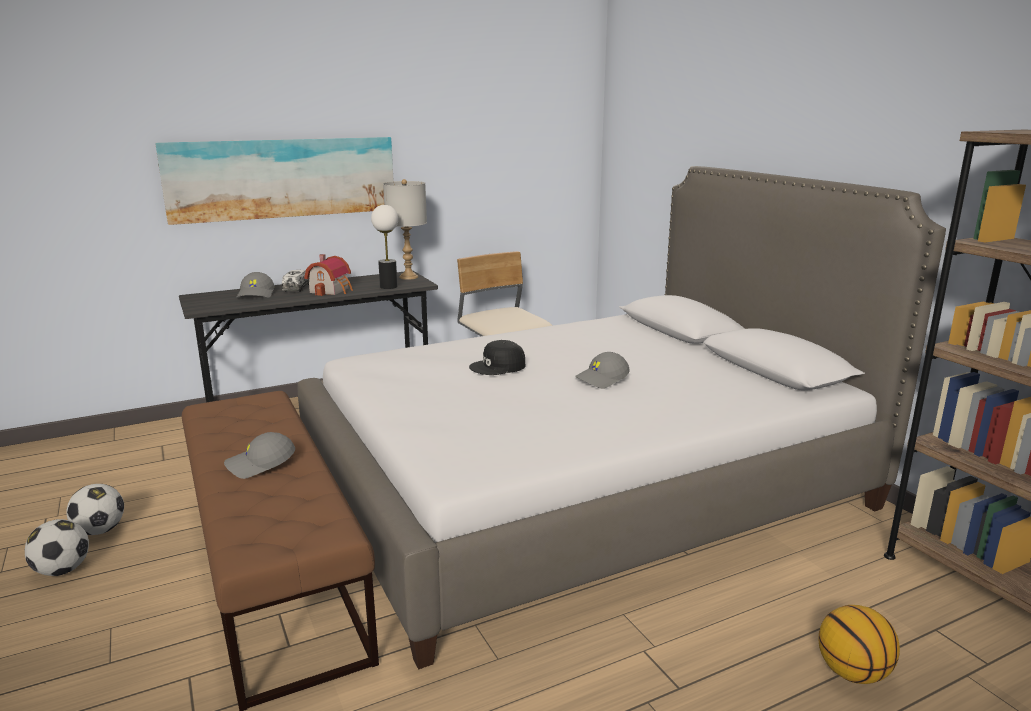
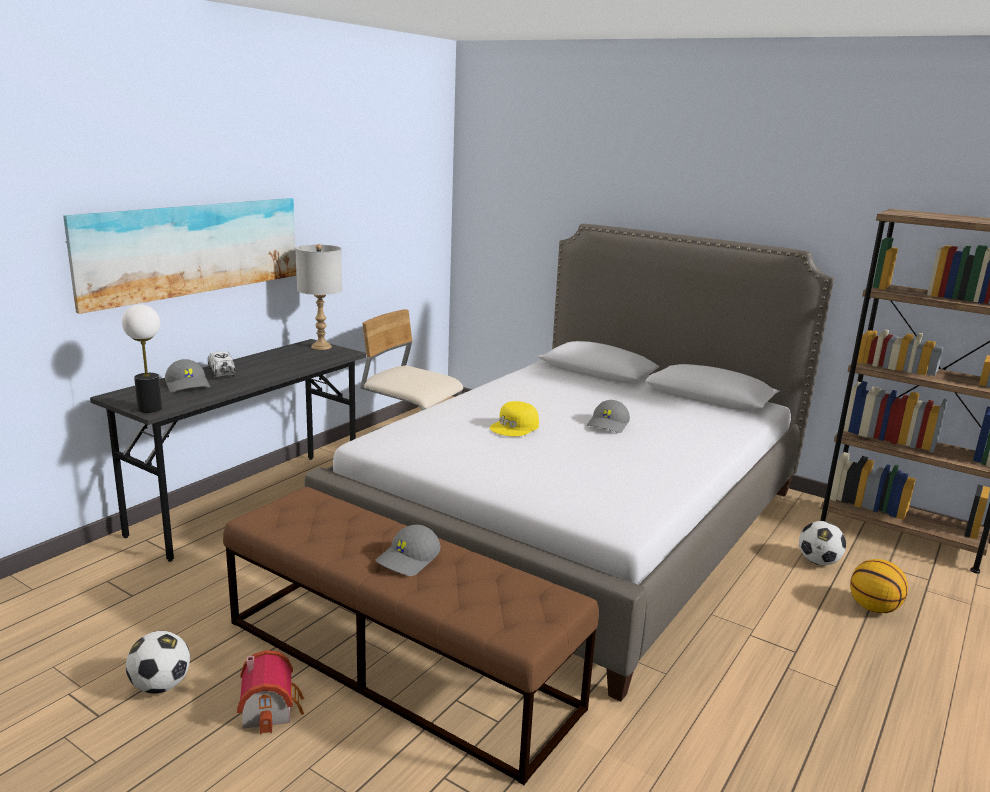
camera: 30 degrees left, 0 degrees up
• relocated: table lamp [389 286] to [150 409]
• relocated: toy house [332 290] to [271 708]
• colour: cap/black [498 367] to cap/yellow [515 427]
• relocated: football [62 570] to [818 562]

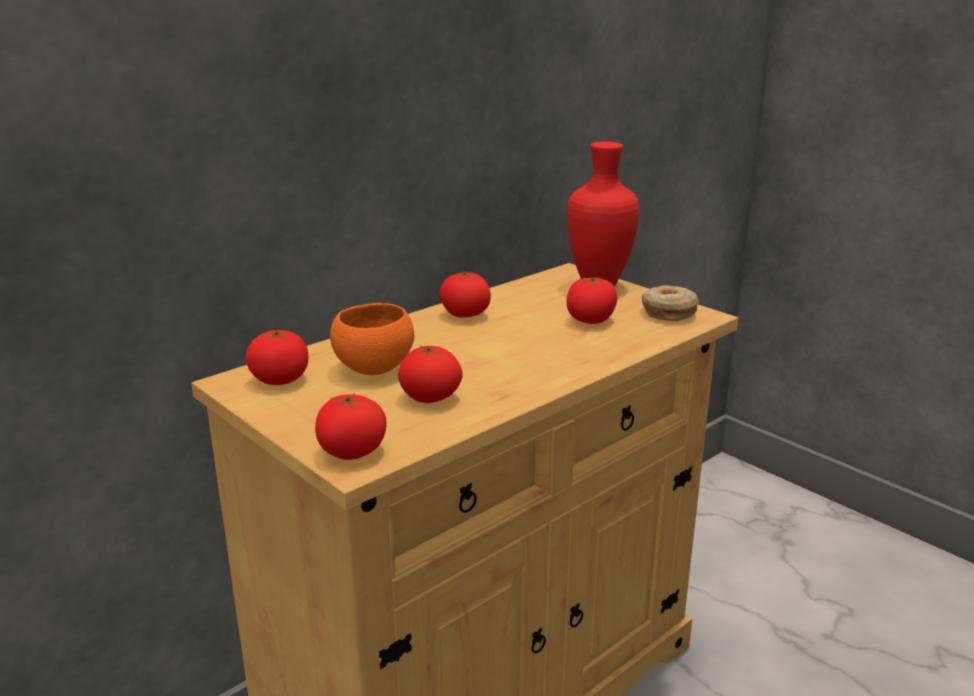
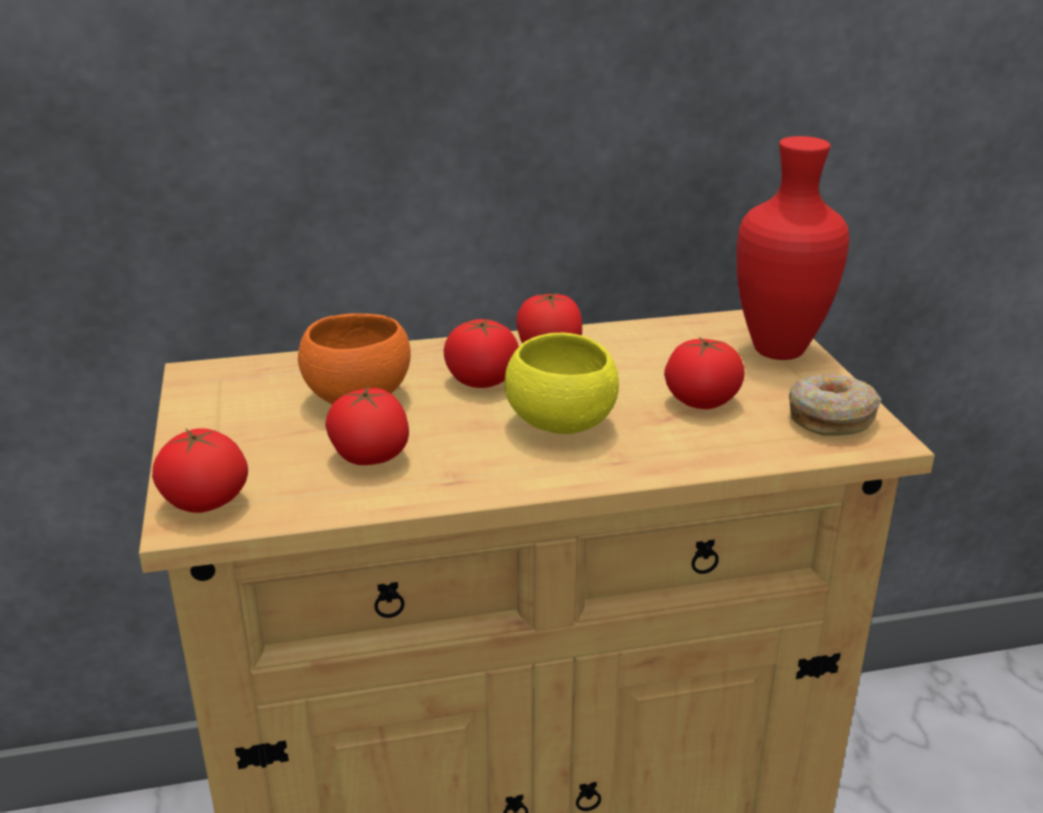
camera: 30 degrees right, 5 degrees up
• relocated: tomato [280 380] to [481 380]
• appeared: bowl/yellow [560 424]

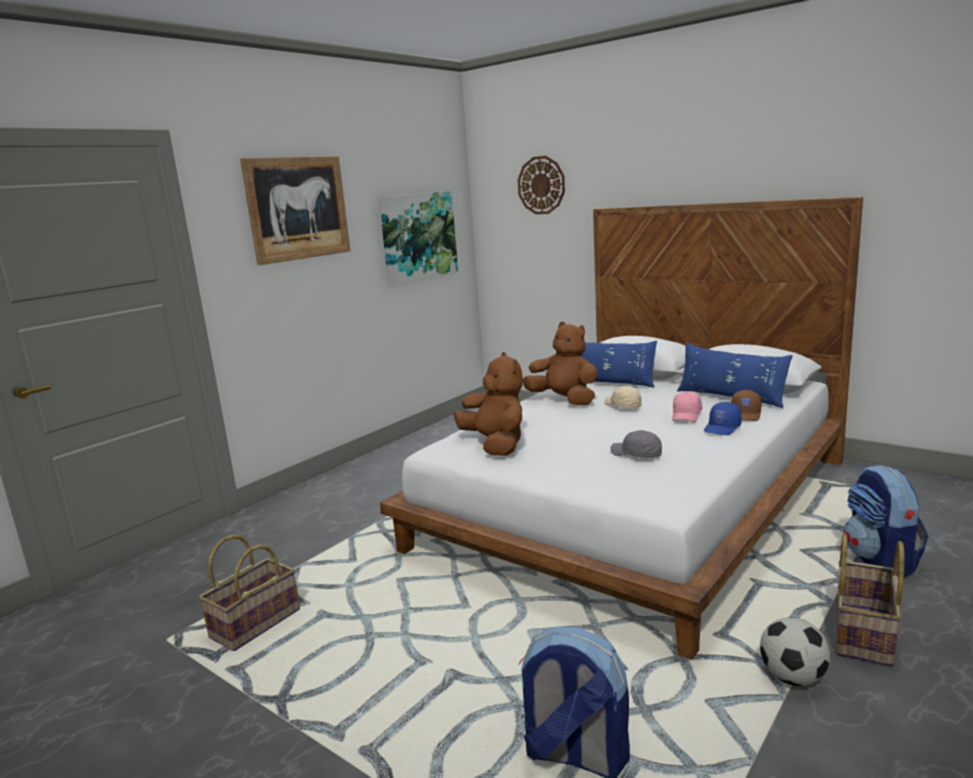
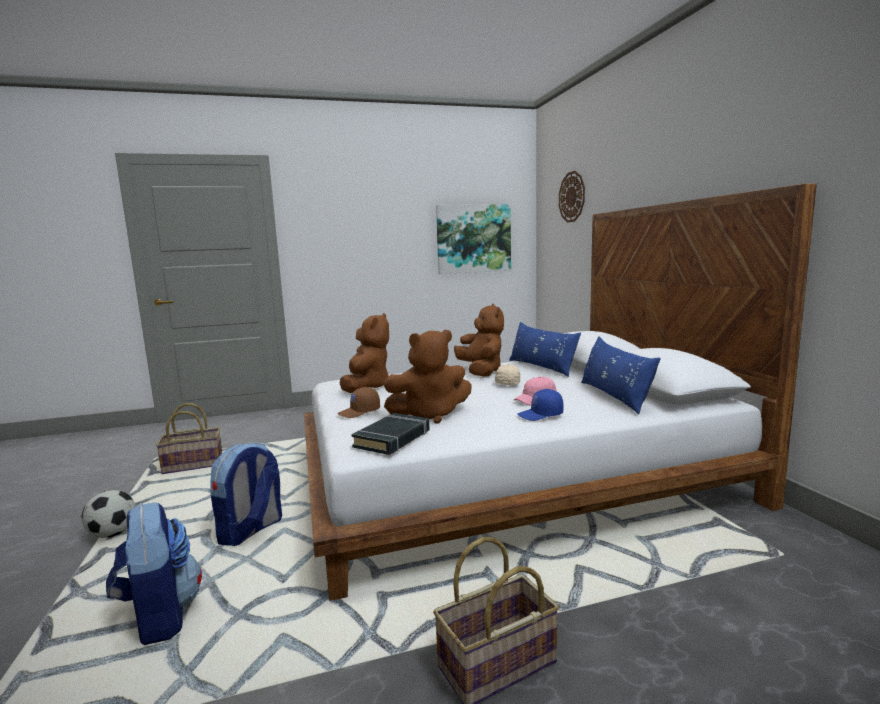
camera: 35 degrees right, 5 degrees down
• relocated: football [792 677] to [113 534]
• relocated: backpack [880 561] to [251 531]
• relocated: cap/brown [746 415] to [359 412]
• appeared: book/black [393 439]
• exchanged: cap/grey [636 455] to plush toy/brown [429 415]
• missing: picture [298 208]

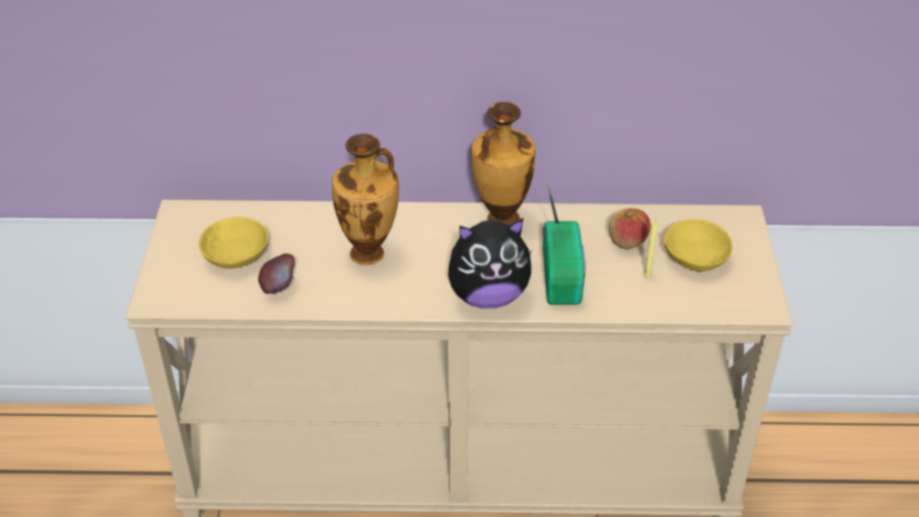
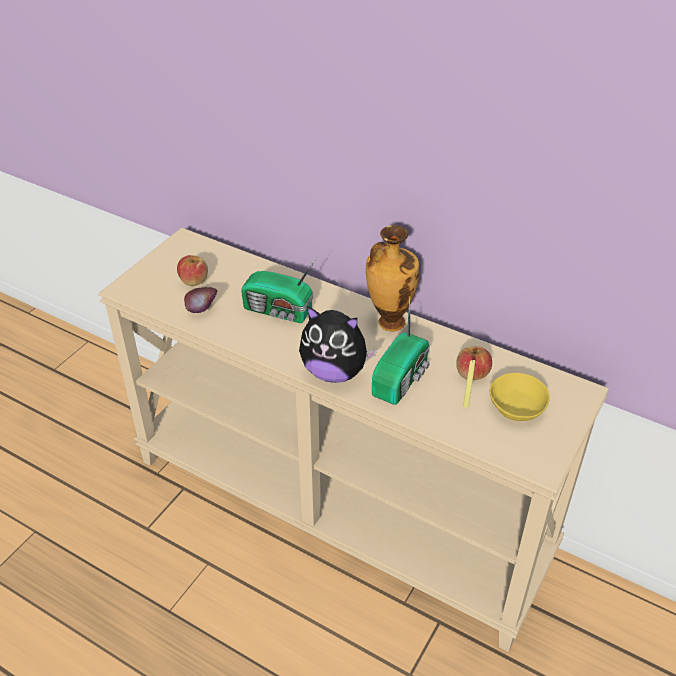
camera: 30 degrees right, 0 degrees up
• exchanged: bowl/yellow [236 256] to apple [194 280]
• exchanged: vase [370 254] to radio [279 311]

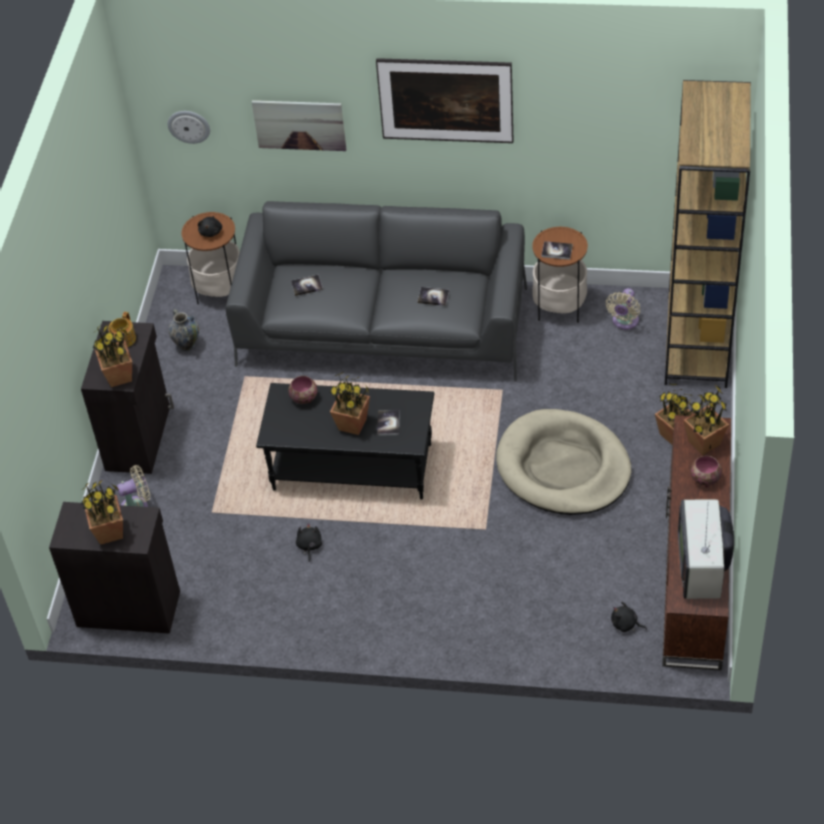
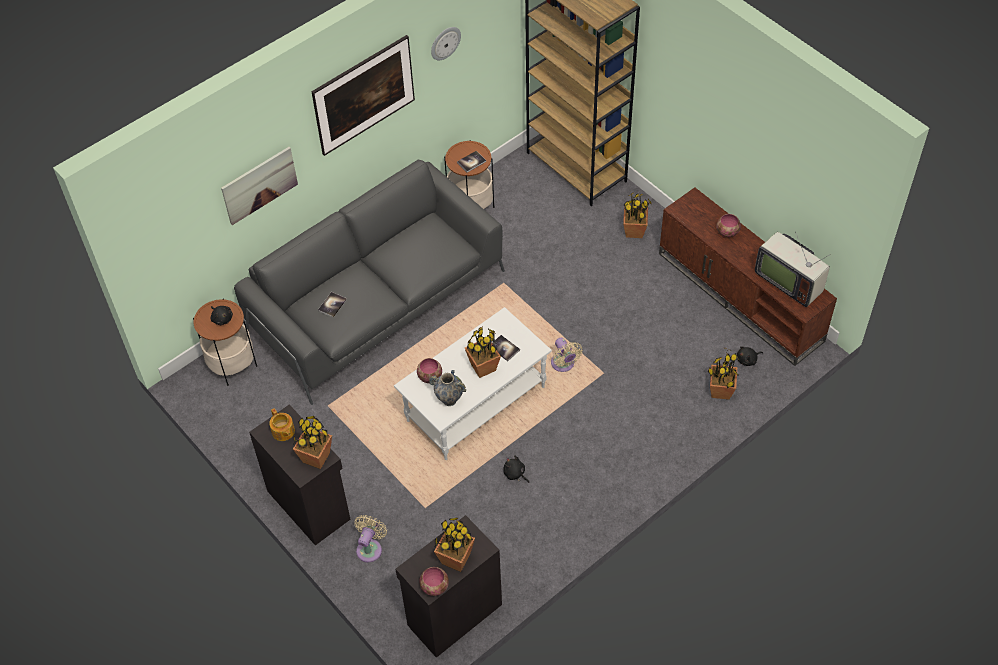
camera: 50 degrees left, 5 degrees up
• colour: coffee table/black [353 466] to coffee table/white [475 403]
• appeared: bowl [435 586]
• relocated: vase [187 345] to [449 400]
• relocated: wall clock [189 126] to [445 42]
• relocated: fan/beige [624 322] to [563 365]
• relocated: potted plant [703 443] to [720 391]
• missing: book [433 297]
• missing: dog bed/beige [563 467]

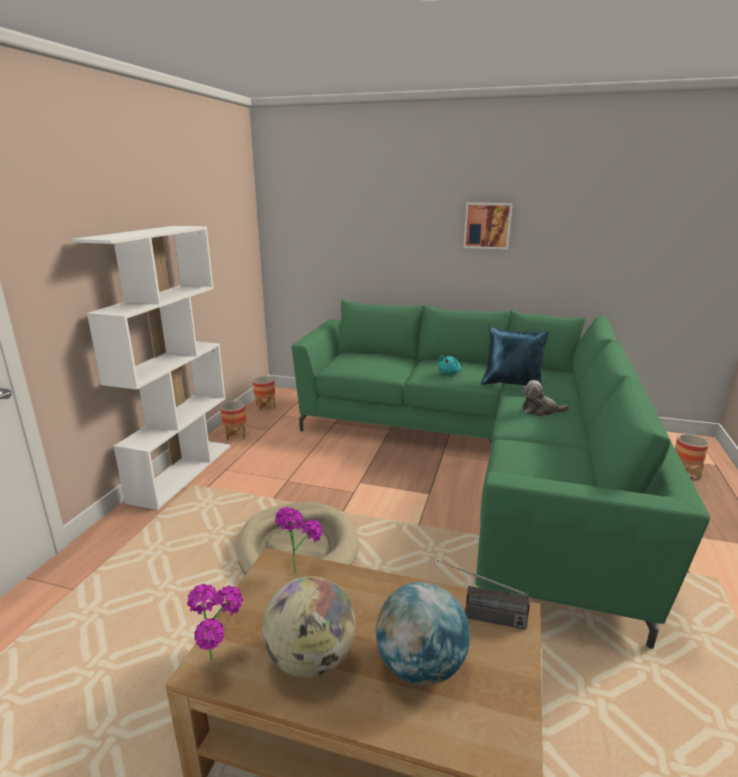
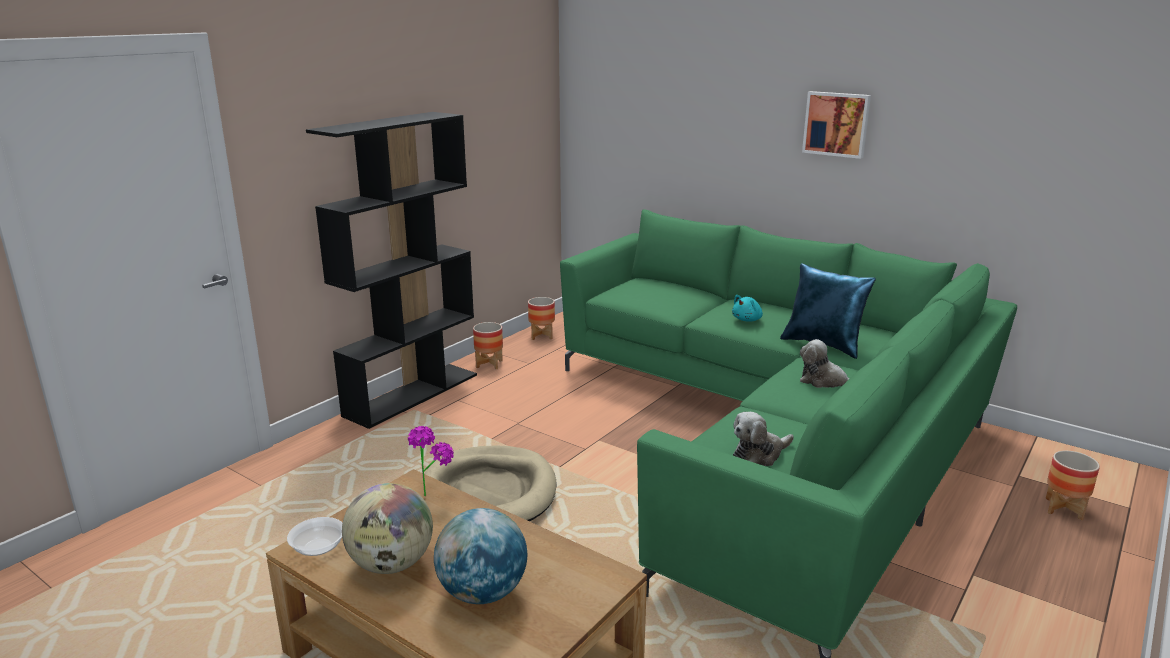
camera: 20 degrees right, 0 degrees up
• exchanged: potted plant [222 661] to bowl [318 547]
• colour: bookcase/white [182 471] to bookcase/black [412 394]
• appeared: plush toy [759 455]
• missing: radio [478 616]

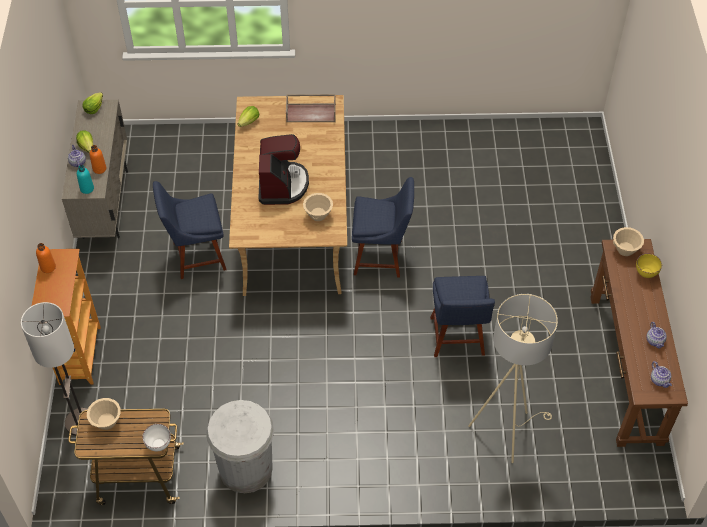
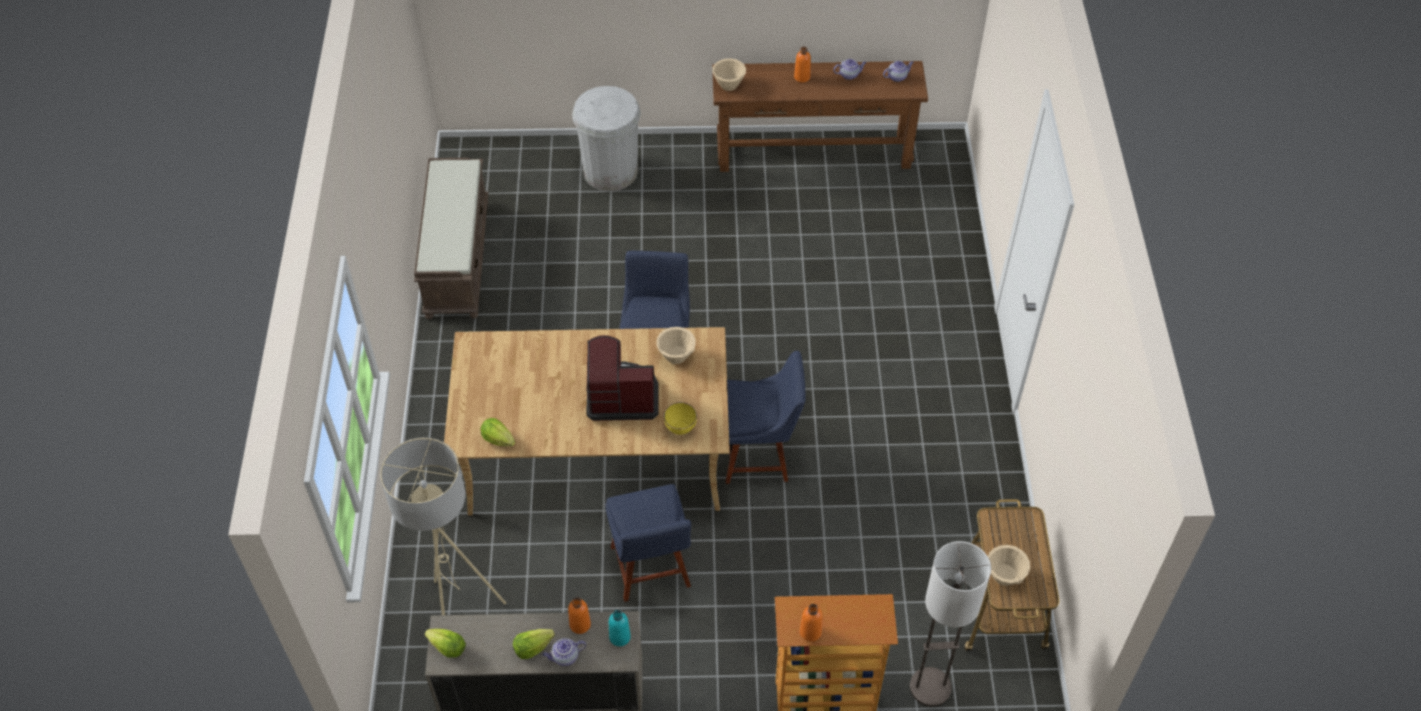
camera: 90 degrees left, 0 degrees up
• relocated: floor lamp/beige [505 430] to [457 607]
• appeared: bench/brown [456 258]
• relocated: trash can/white [246 469] to [610 171]
• relocated: bowl/yellow [645 274] to [681 429]
• relocated: chair/blue [457 339] to [759 455]
• appeared: bottle/orange [802 77]
• missing: bowl/white [159 445]
• missing: tray/brown [311 112]

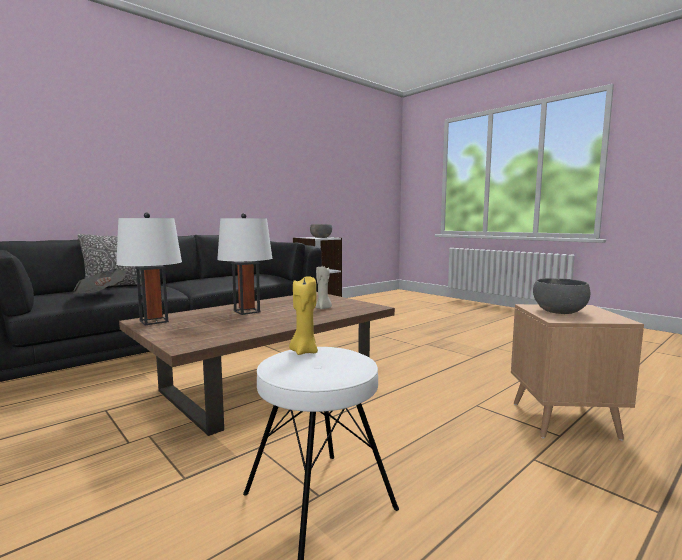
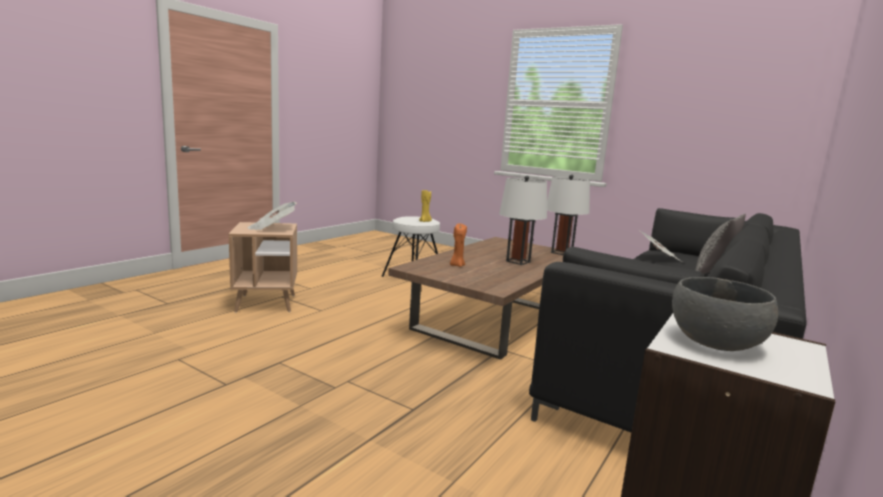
camera: 165 degrees right, 5 degrees up
• exchanged: bowl/grey [559 311] to newspaper [272 228]
• colour: candle/beige [323 308] to candle/orange [457 265]

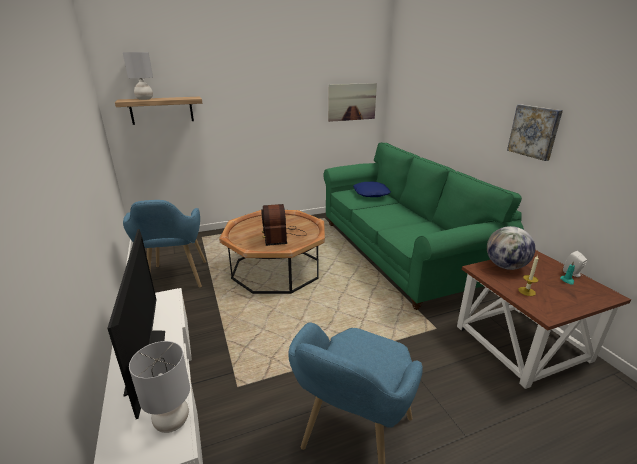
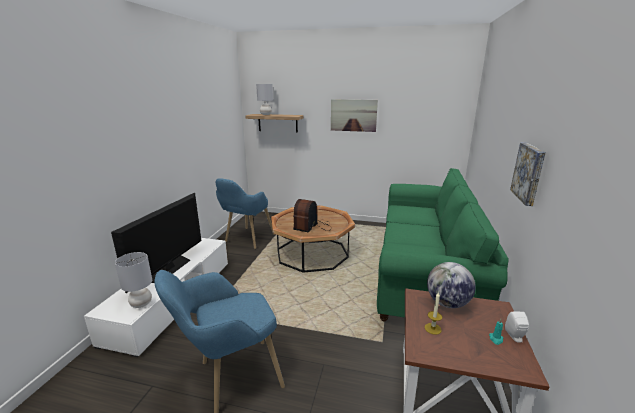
camera: 35 degrees right, 5 degrees down
• relocated: picture [352 102] to [353 115]
• missing: pillow/blue [370 193]

